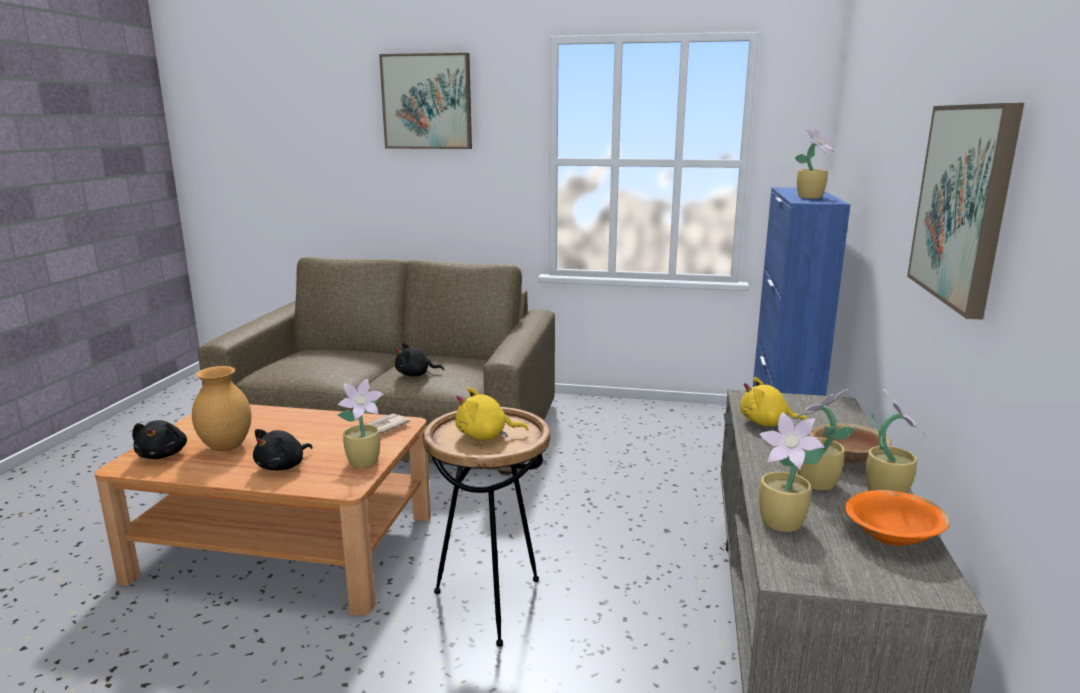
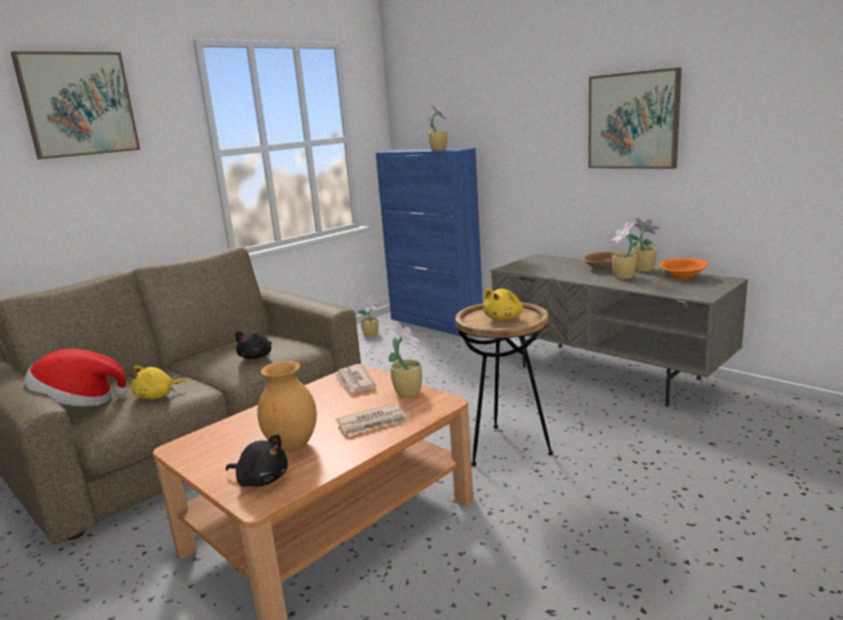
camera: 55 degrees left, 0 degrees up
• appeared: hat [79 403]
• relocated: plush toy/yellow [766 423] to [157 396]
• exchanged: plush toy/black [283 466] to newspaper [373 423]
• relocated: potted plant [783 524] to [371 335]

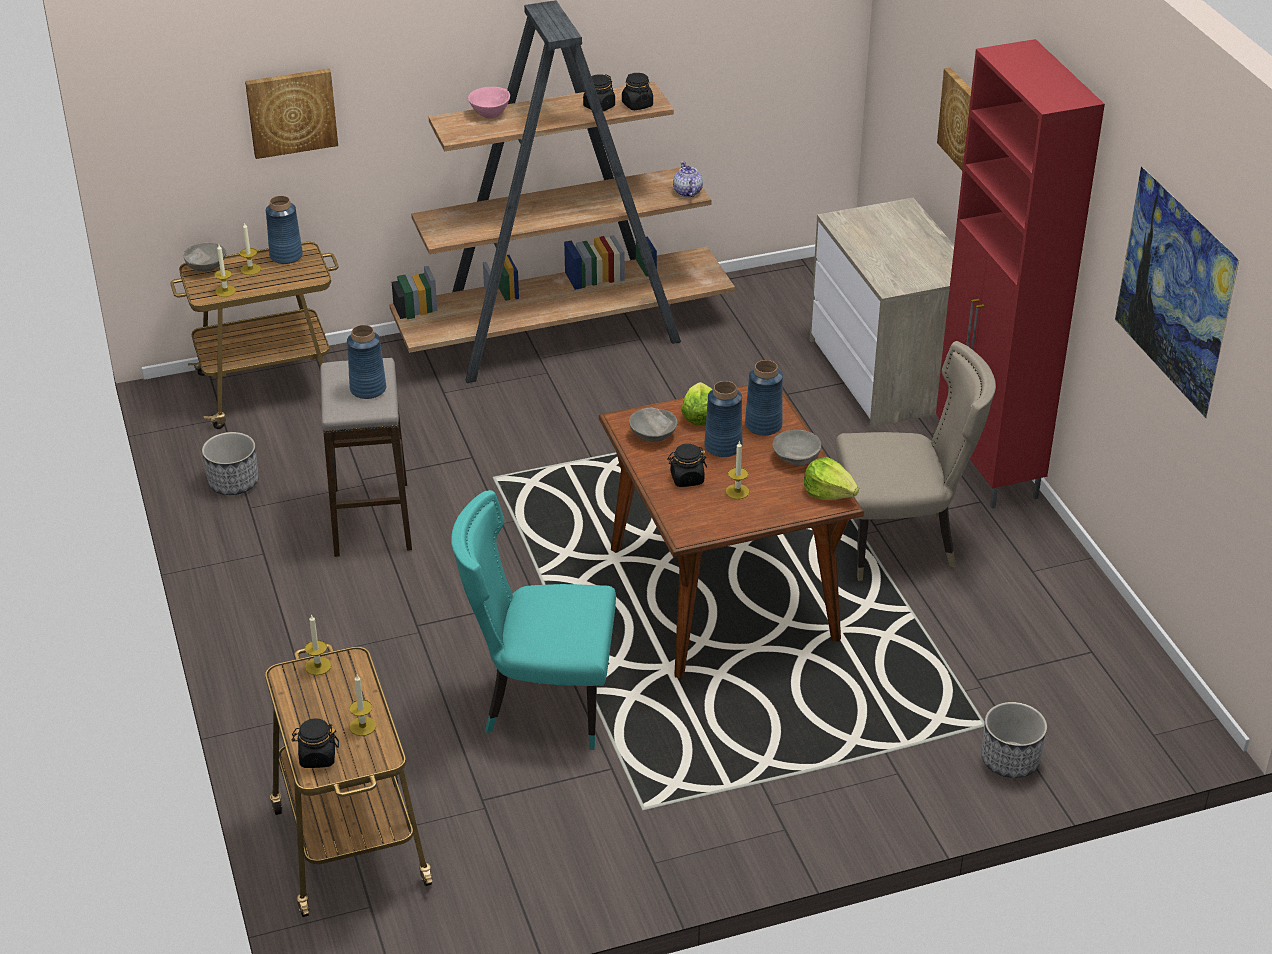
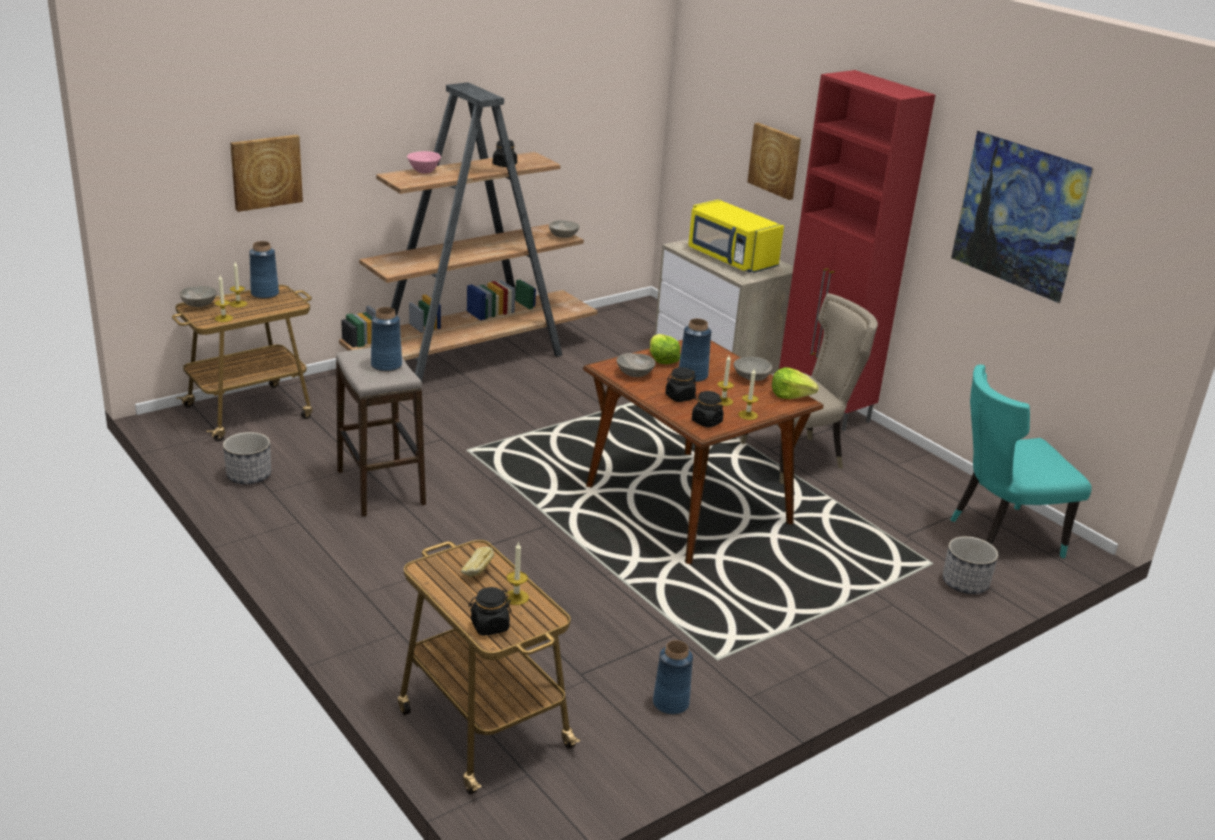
camera: 20 degrees left, 10 degrees down
• appeared: bread [477 573]
• exchanged: teapot [687 192] to bowl/grey [563 236]
• relocated: vase/blue [763 425] to [671 703]
• appeared: microwave/yellow [730 259]
• relocated: jar/black [637 104] to [706 422]
• relocated: candle [318 666] to [747 415]
• relocated: chair/turquoise [541 703] to [1000 535]

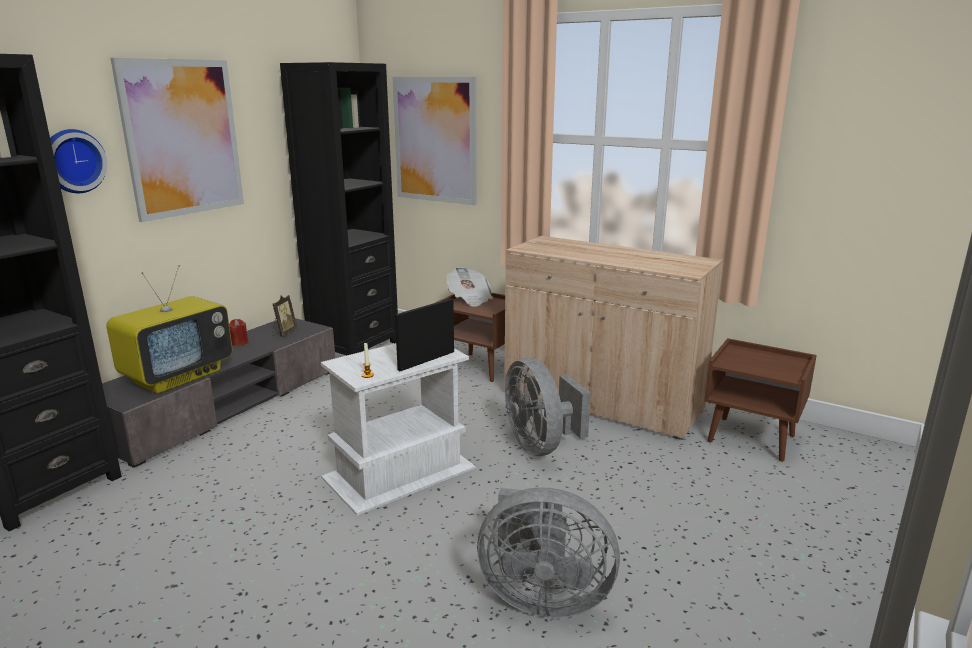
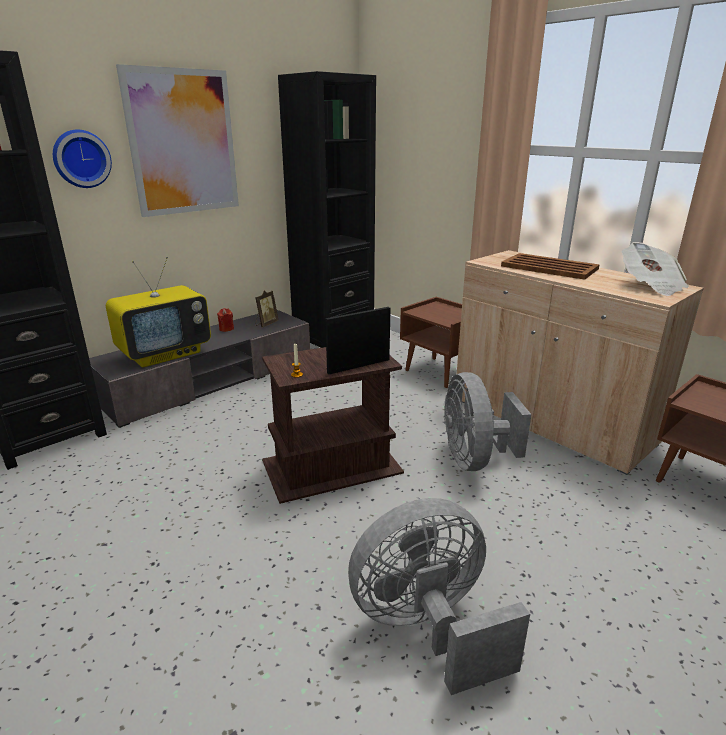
camera: 15 degrees right, 5 degrees up
• colour: side table/white [398 473] to side table/brown [330 467]
• spun: fan/grey [542 596] = [428 628] 135 degrees clockwise
• appeared: tray/brown [548 267]
• relocated: newspaper [469 299] to [650 286]
• missing: picture [435 140]

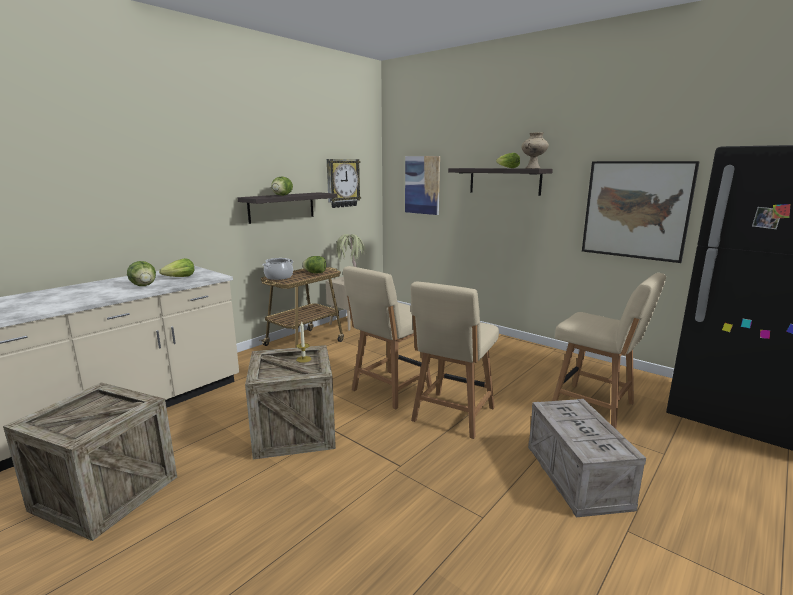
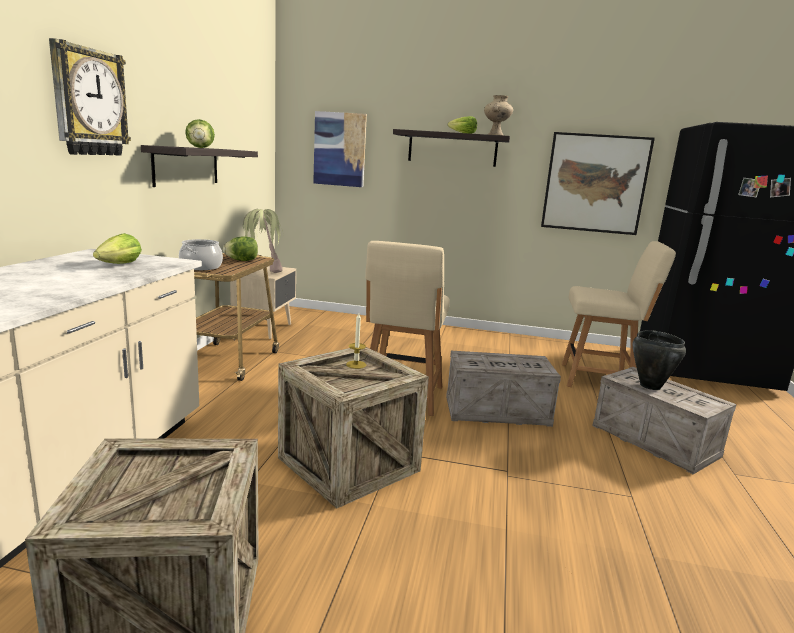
camera: 30 degrees left, 0 degrees up
• relocated: wall clock [342 183] to [89 102]
• exchanged: chair/beige [452 416] to crate [495 411]
• appeared: cooking pot/black [650 386]
• missing: lettuce [144 286]

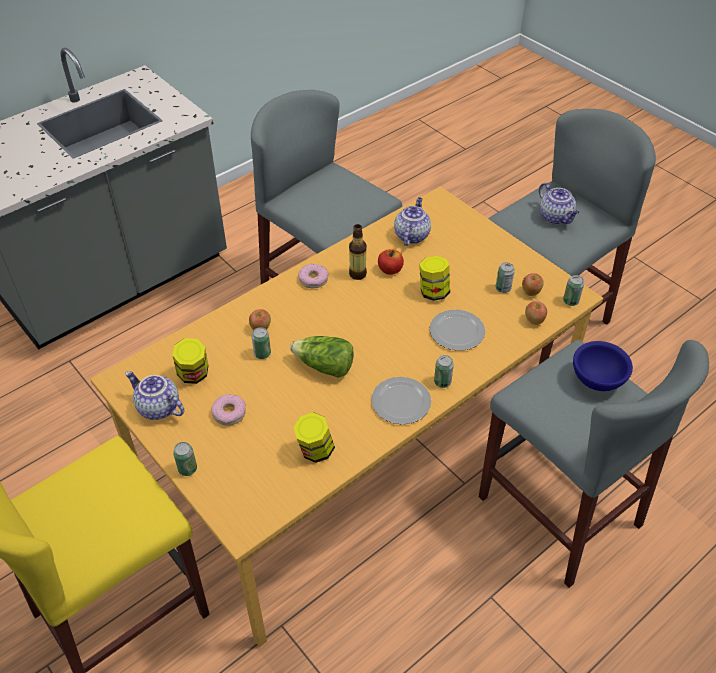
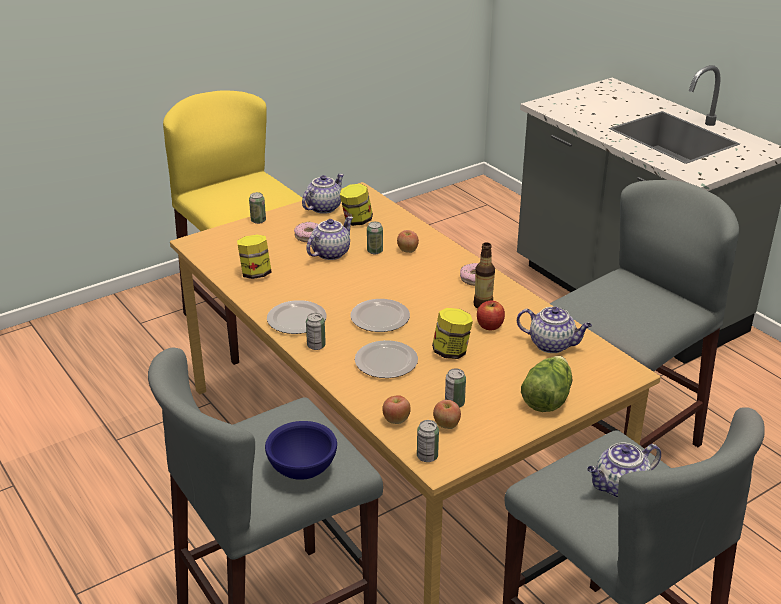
camera: 95 degrees right, 15 degrees down
• appeared: teapot [330 253]
• appeared: plate [380 318]
• relocated: lettuce [324 366] to [546 397]

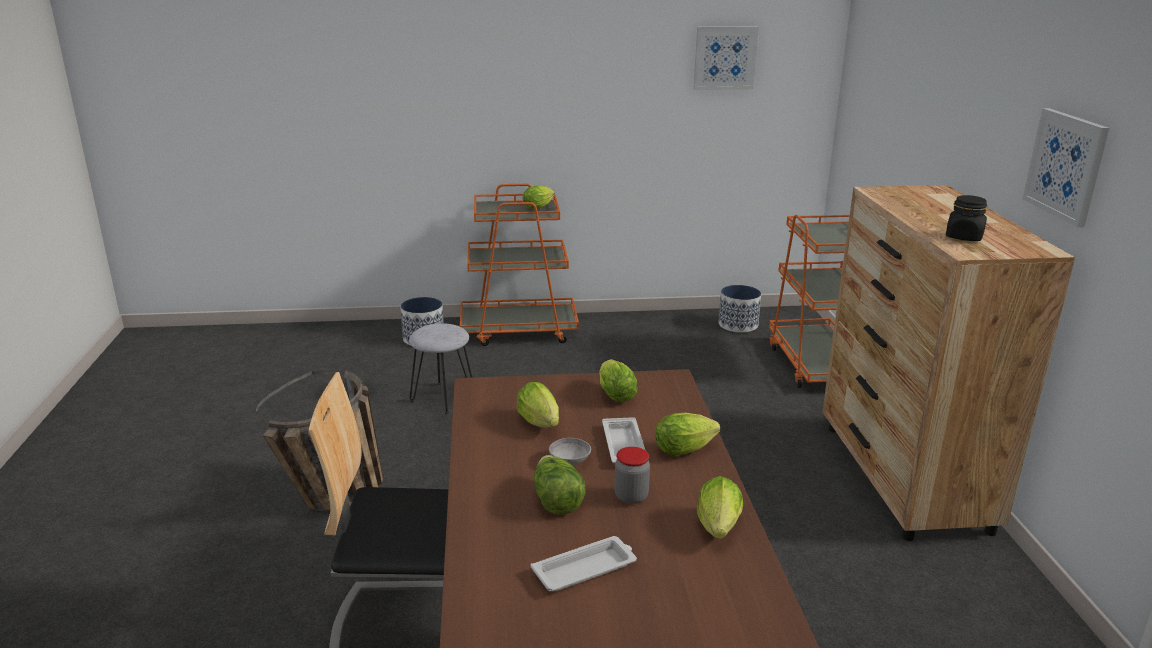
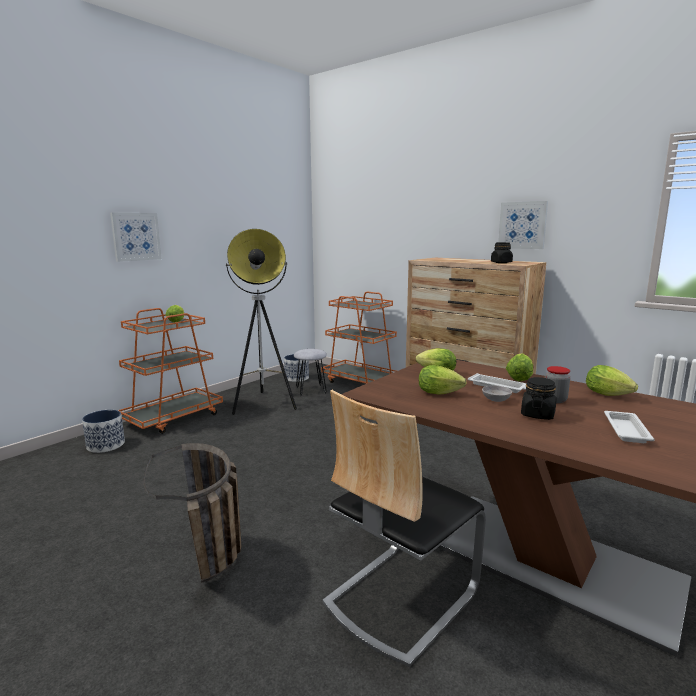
camera: 45 degrees left, 10 degrees down
• relocated: picture [725 58] to [136 236]
• appeared: floor lamp [264 404]
• relocated: stool/grey [443 397] to [311 390]
• exchanged: lettuce [556 500] to jar/black [537 414]

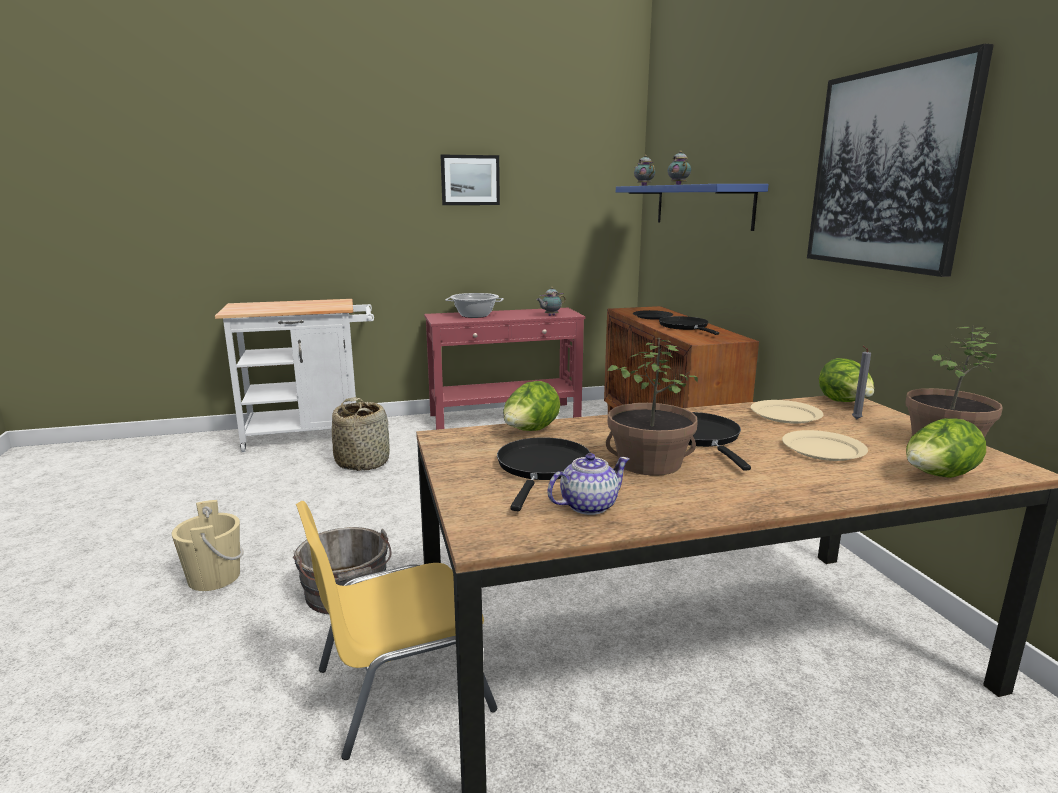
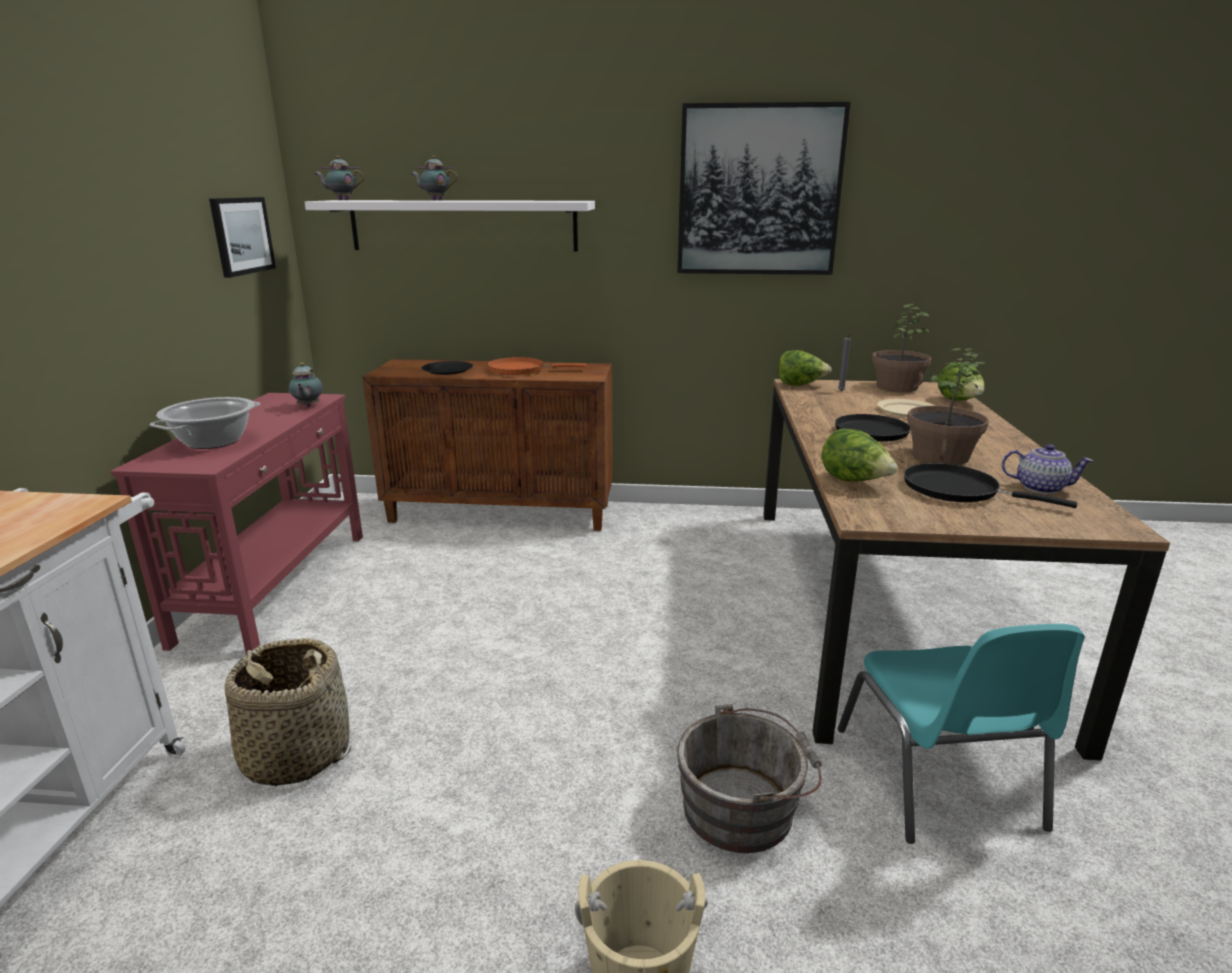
camera: 70 degrees left, 5 degrees up
• relocated: picture [470 180] to [242 235]
• colour: shelf/blue [701 206] to shelf/white [463 225]
• colour: frying pan/black [685 327] to frying pan/orange [521 370]
• colour: chair/yellow [400 689] to chair/turquoise [939 779]
• spun: teapot [587 506] = [1039 487] 120 degrees clockwise
• missing: plate/beige [785 414]

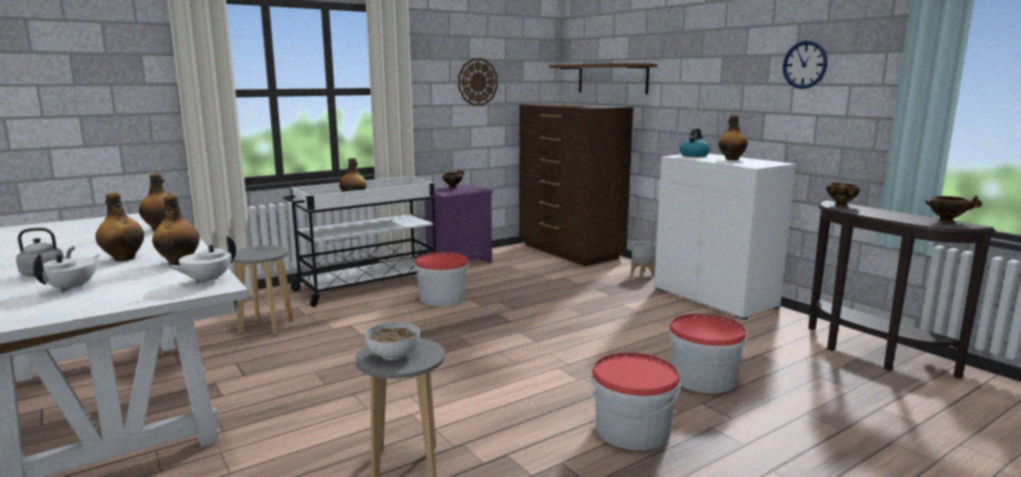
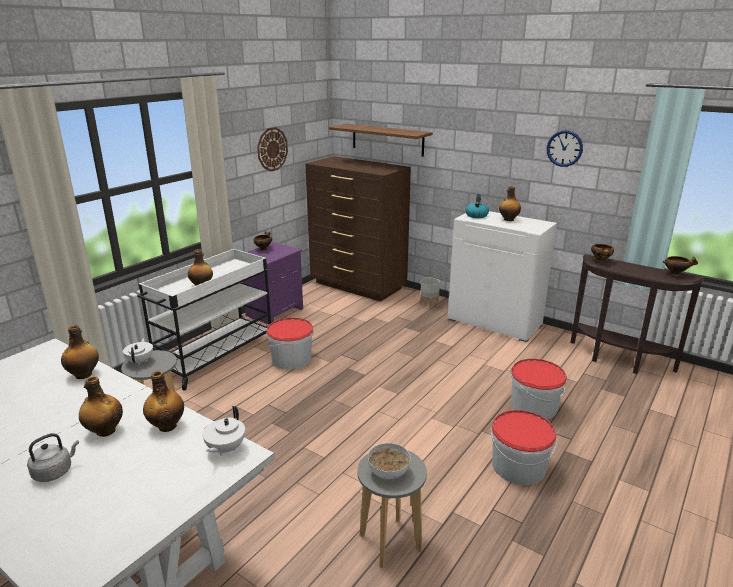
camera: 20 degrees left, 10 degrees up
• relocated: teapot/white [72 288] to [140 361]

